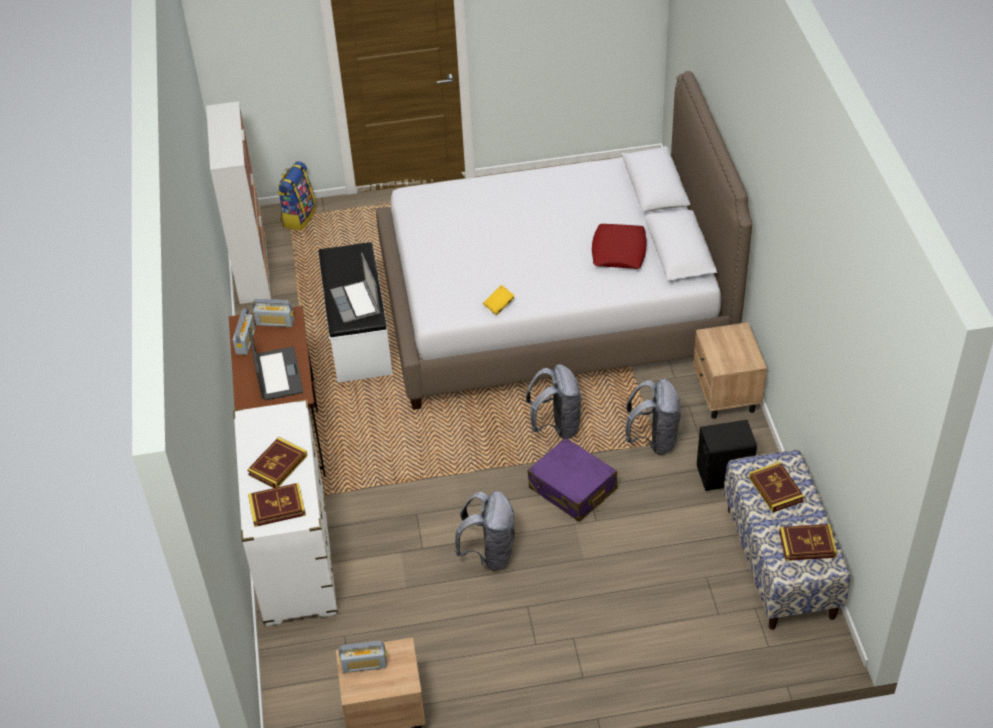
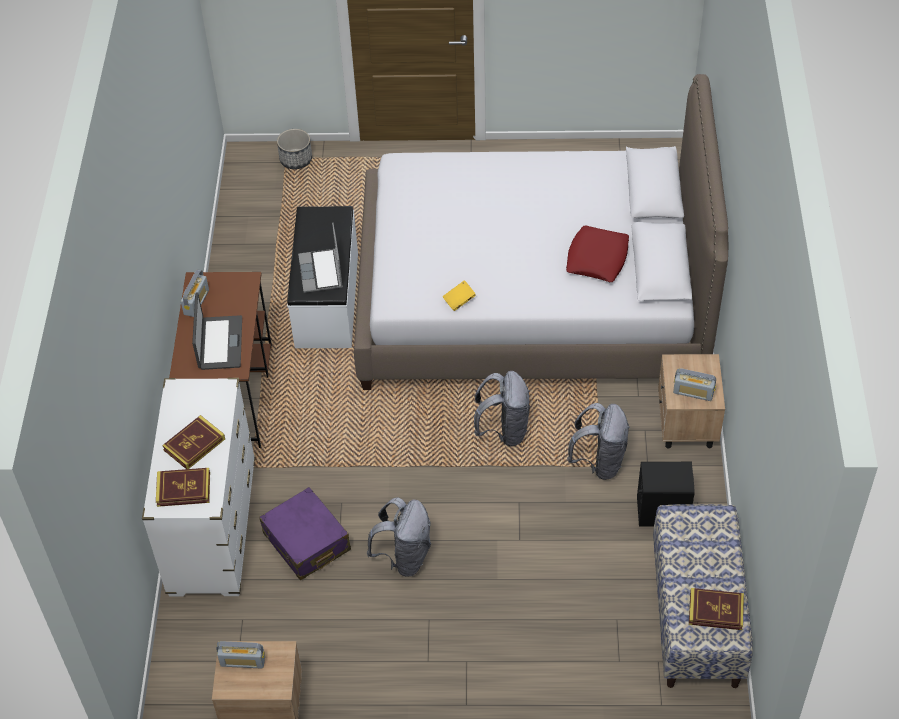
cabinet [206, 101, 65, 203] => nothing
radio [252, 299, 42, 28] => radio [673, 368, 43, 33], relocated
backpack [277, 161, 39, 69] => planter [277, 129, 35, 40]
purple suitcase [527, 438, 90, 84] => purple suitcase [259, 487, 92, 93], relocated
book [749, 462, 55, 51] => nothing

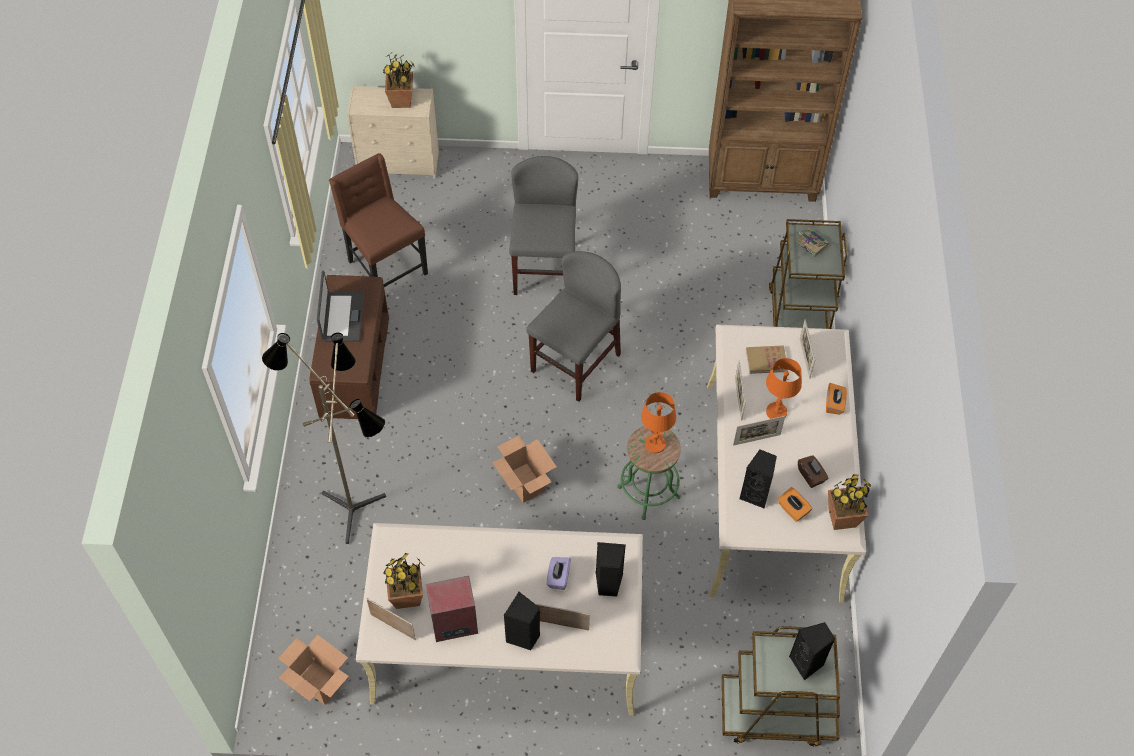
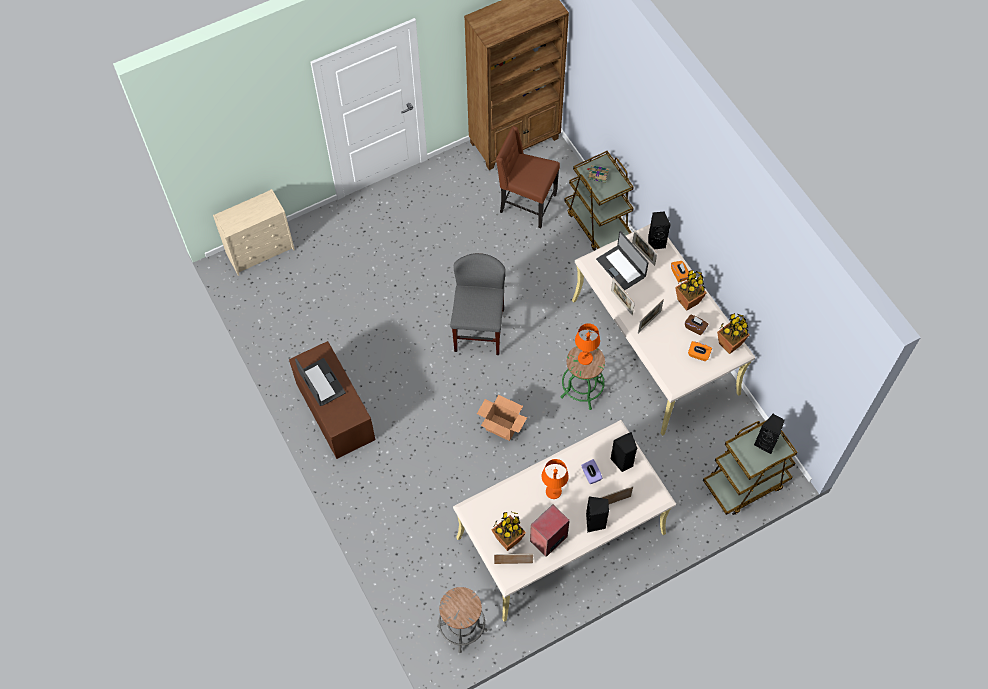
floor lamp [262, 333, 124, 211] => nothing
cardboard box [278, 635, 71, 70] => grey stool [437, 587, 51, 66]
brown chair [329, 153, 99, 134] => brown chair [496, 126, 64, 103], relocated
potted plant [383, 52, 33, 56] => potted plant [675, 270, 32, 41], relocated
grey chair [509, 156, 69, 139] => nothing
black speaker [739, 450, 38, 59] => black speaker [648, 211, 23, 38], relocated
book [746, 345, 42, 29] => laptop [596, 231, 53, 59]
orange table lamp [766, 358, 36, 61] => orange table lamp [542, 459, 27, 40], relocated

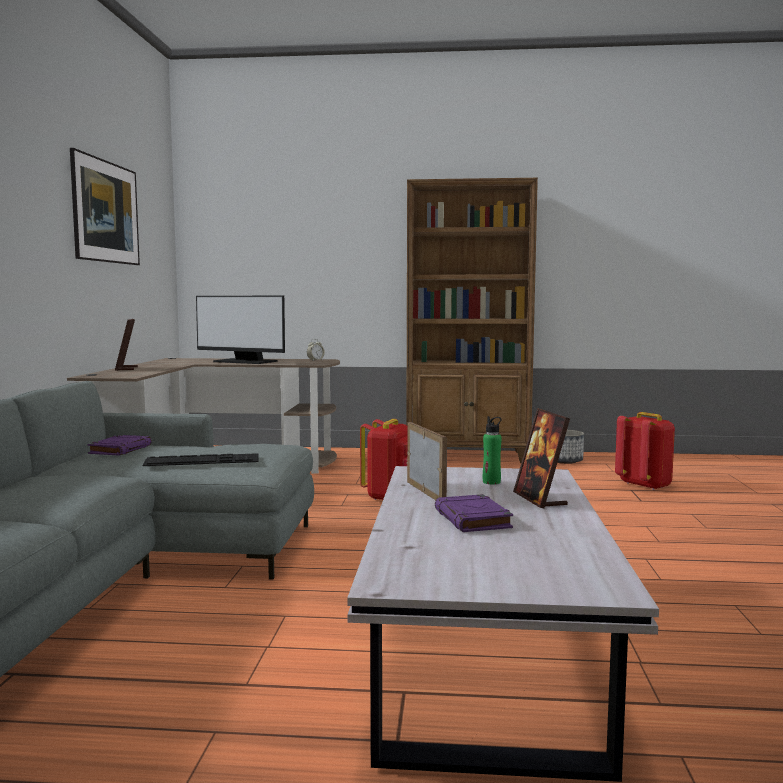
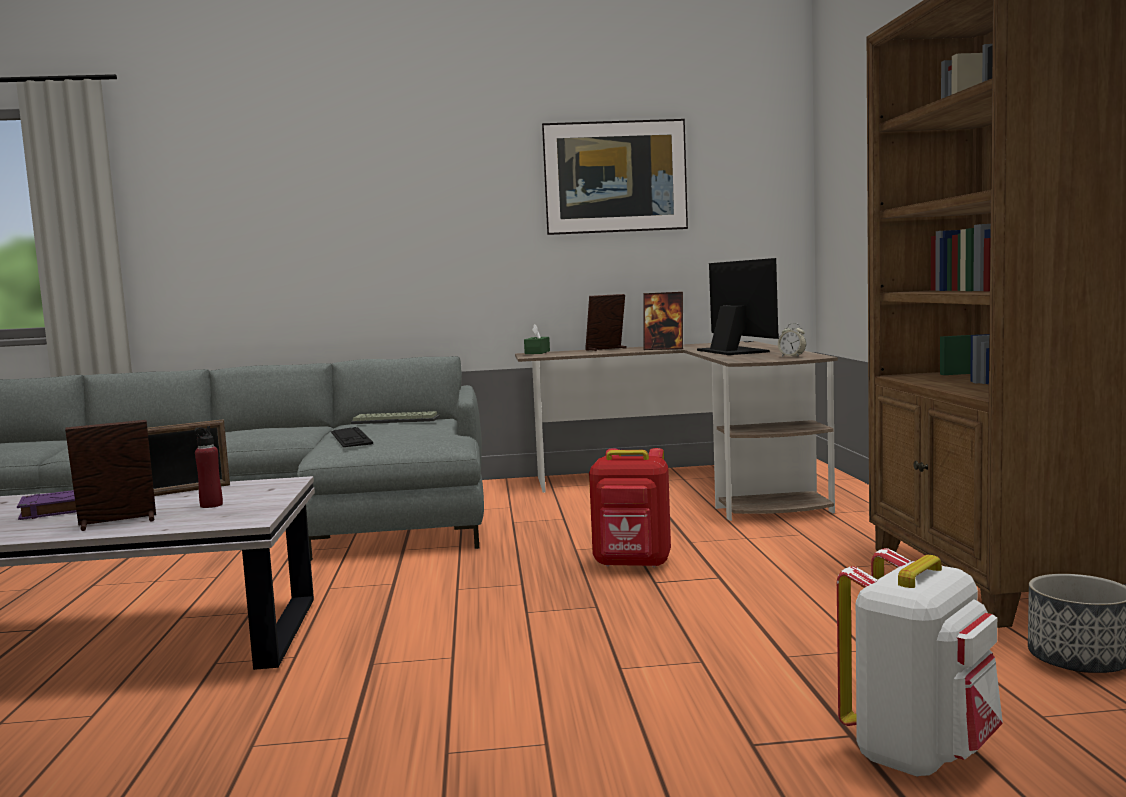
purple book [87, 435, 65, 21] => keyboard [351, 411, 89, 13]
monitor [196, 296, 89, 68] => monitor [697, 258, 82, 97], 150 degrees clockwise
green bottle [483, 416, 19, 68] => red bottle [195, 426, 28, 82]
red backpack [615, 412, 60, 78] => white backpack [837, 548, 166, 229]
nothing => green tissue box [524, 324, 26, 30]
nothing => picture frame [643, 292, 40, 58]

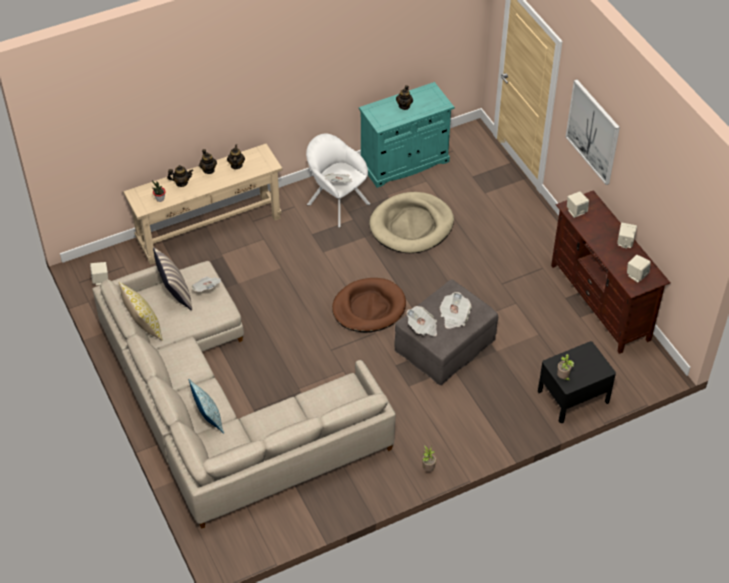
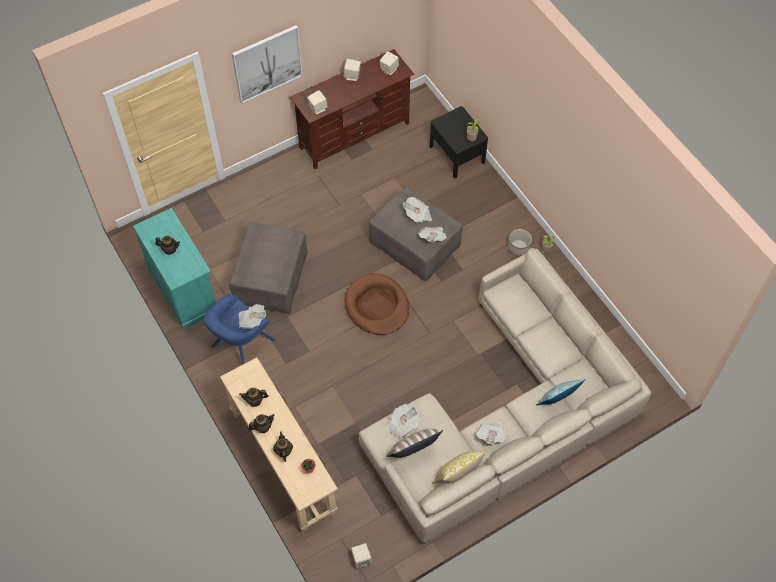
white armchair [306, 133, 64, 95] => blue armchair [203, 294, 73, 71]
beige dog bed [369, 192, 85, 61] => grey ottoman [229, 222, 78, 92]
nothing => newspaper [476, 422, 31, 22]
nothing => planter [508, 229, 24, 28]

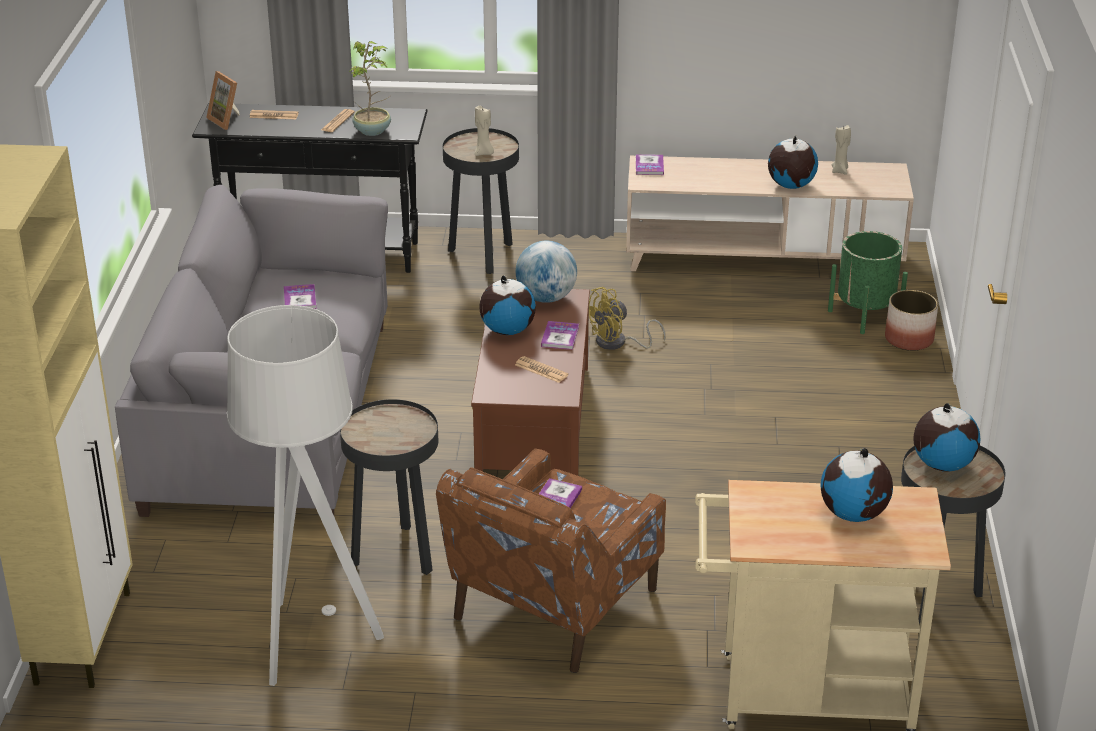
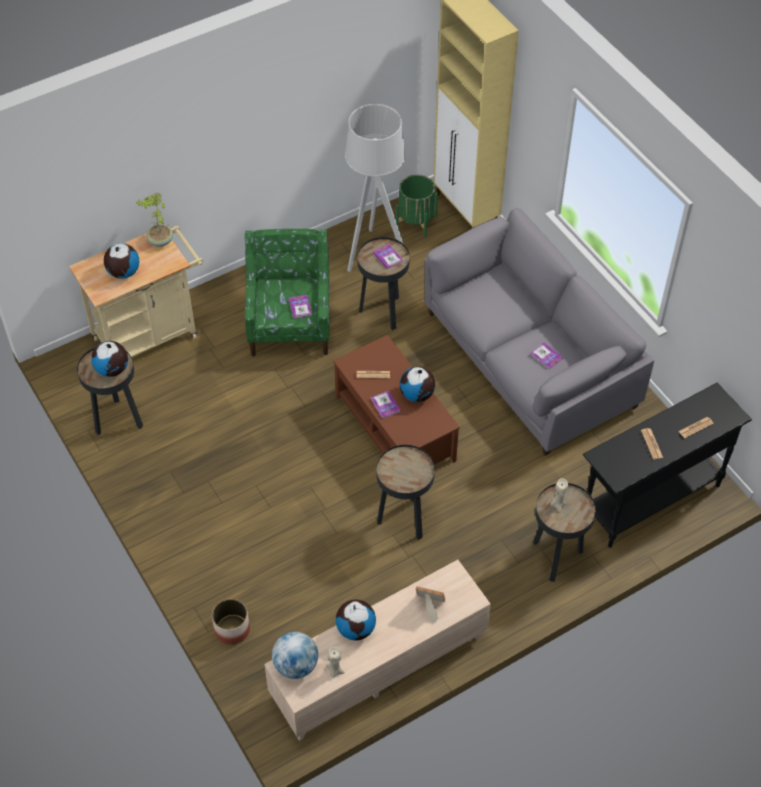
picture frame [206, 71, 34, 59] => picture frame [416, 586, 29, 37], relocated
potted plant [349, 41, 42, 95] => potted plant [136, 192, 37, 55], relocated
brown armchair [436, 448, 230, 225] => green armchair [245, 229, 84, 127]
globe [516, 241, 61, 62] => globe [272, 632, 46, 47], relocated
yellow fan [589, 287, 76, 63] => black side table [376, 445, 59, 95]
book [636, 154, 28, 21] => book [373, 244, 30, 25], relocated
green planter [828, 231, 80, 103] => green planter [396, 175, 42, 62], relocated

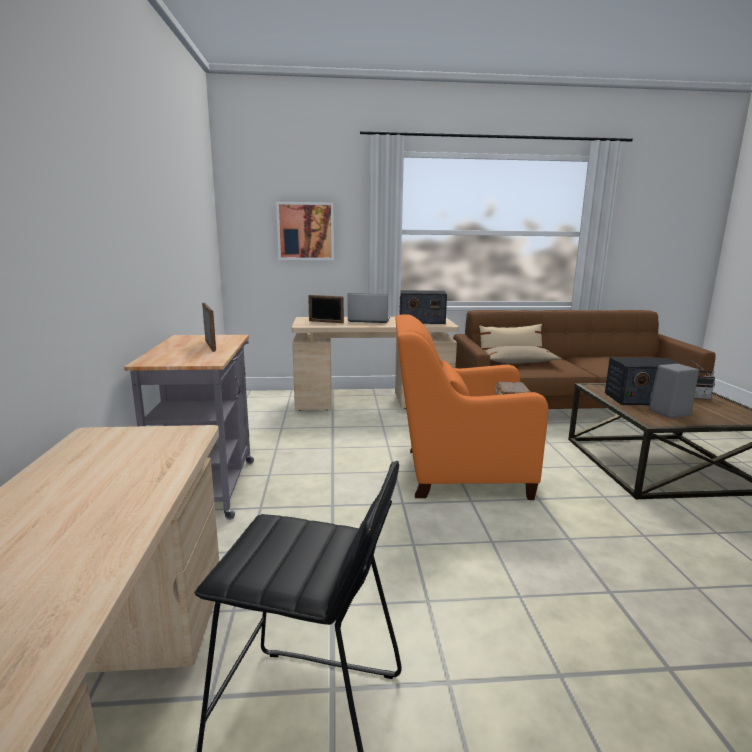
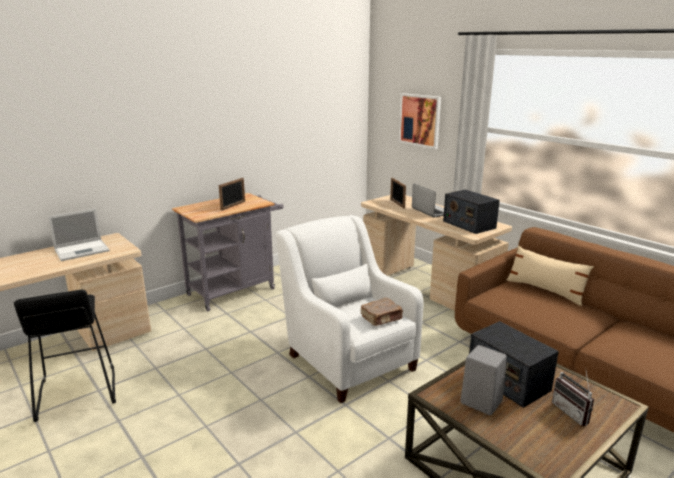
orange armchair [396, 314, 152, 186] => white armchair [276, 215, 148, 188]
beige pillow [484, 345, 77, 19] => nothing
nothing => laptop [48, 208, 62, 53]

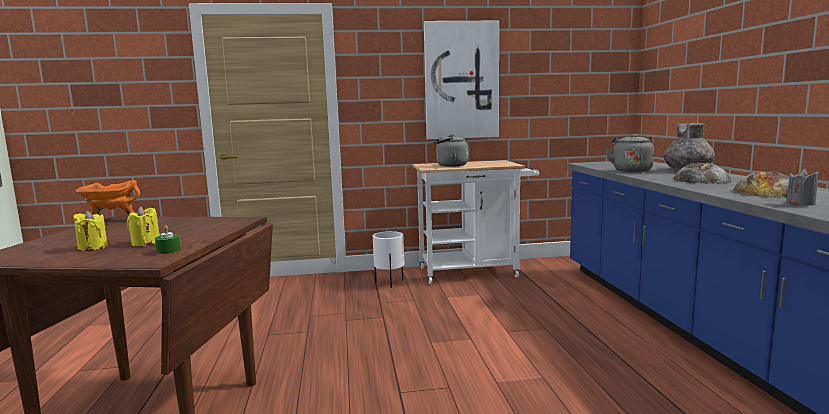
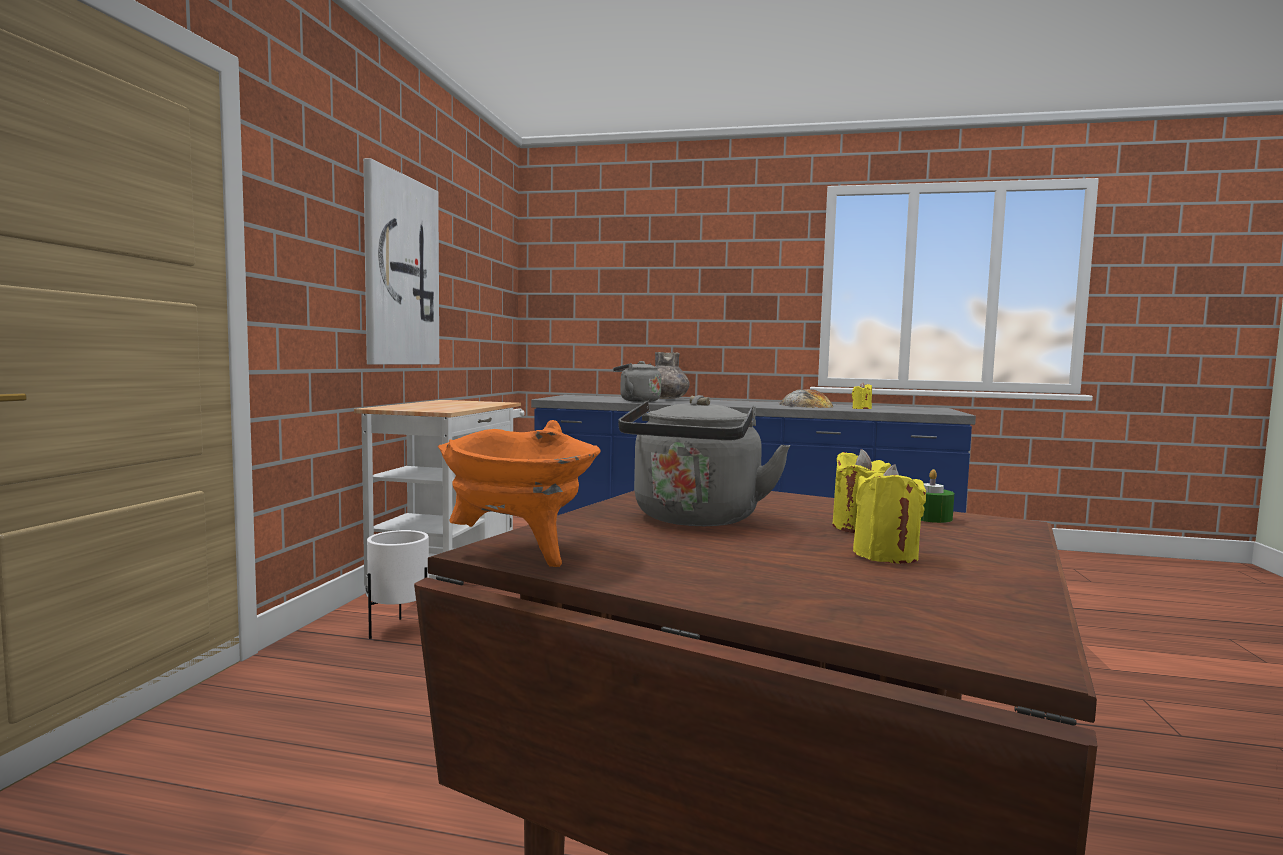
grey kettle [434, 134, 34, 33] => grey kettle [618, 395, 173, 131], relocated
bread [674, 163, 58, 21] => nothing
grey candle [786, 168, 33, 38] => yellow candle [852, 382, 20, 27]

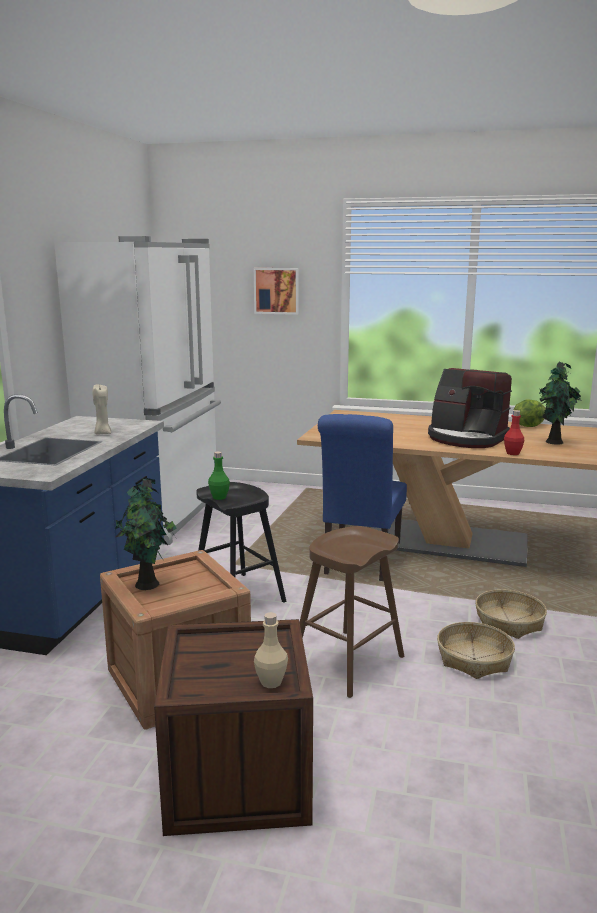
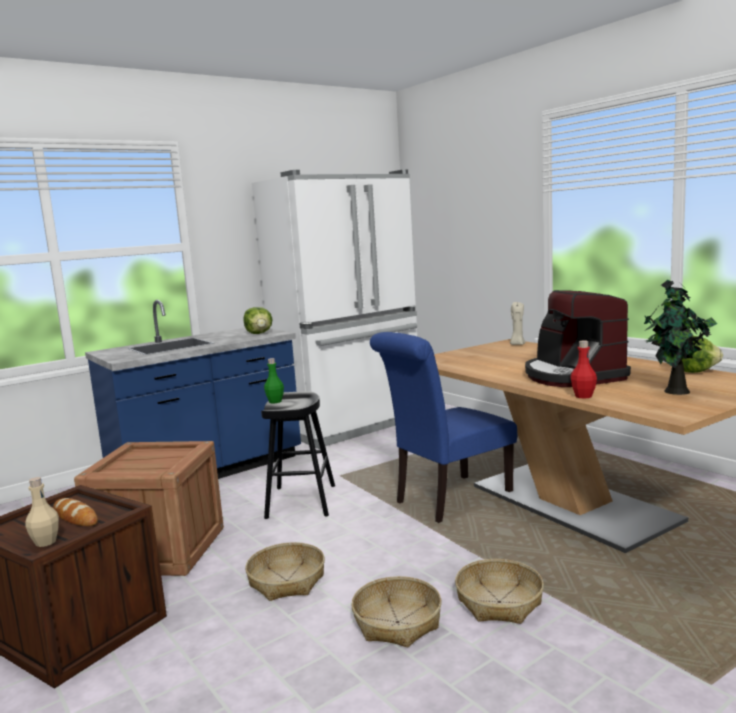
beige candle [92, 385, 19, 50] => beige candle [510, 302, 15, 43], relocated
potted plant [115, 478, 62, 112] => nothing
picture [254, 268, 45, 47] => nothing
brown stool [300, 526, 104, 172] => basket [245, 542, 80, 59]
nothing => bread [53, 498, 45, 28]
nothing => lettuce [244, 307, 28, 27]

